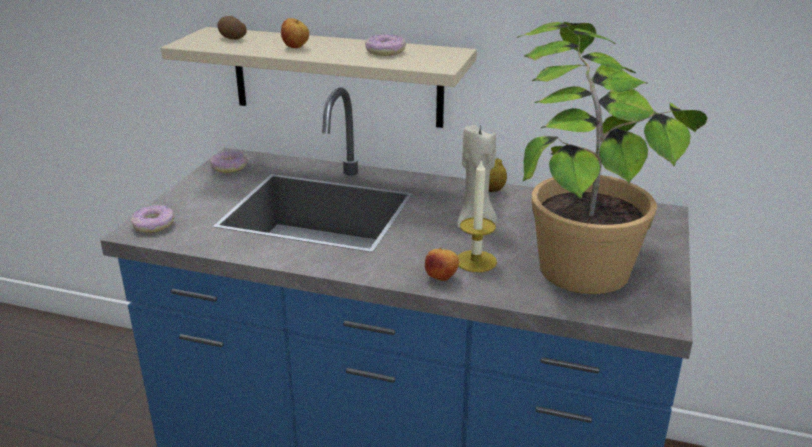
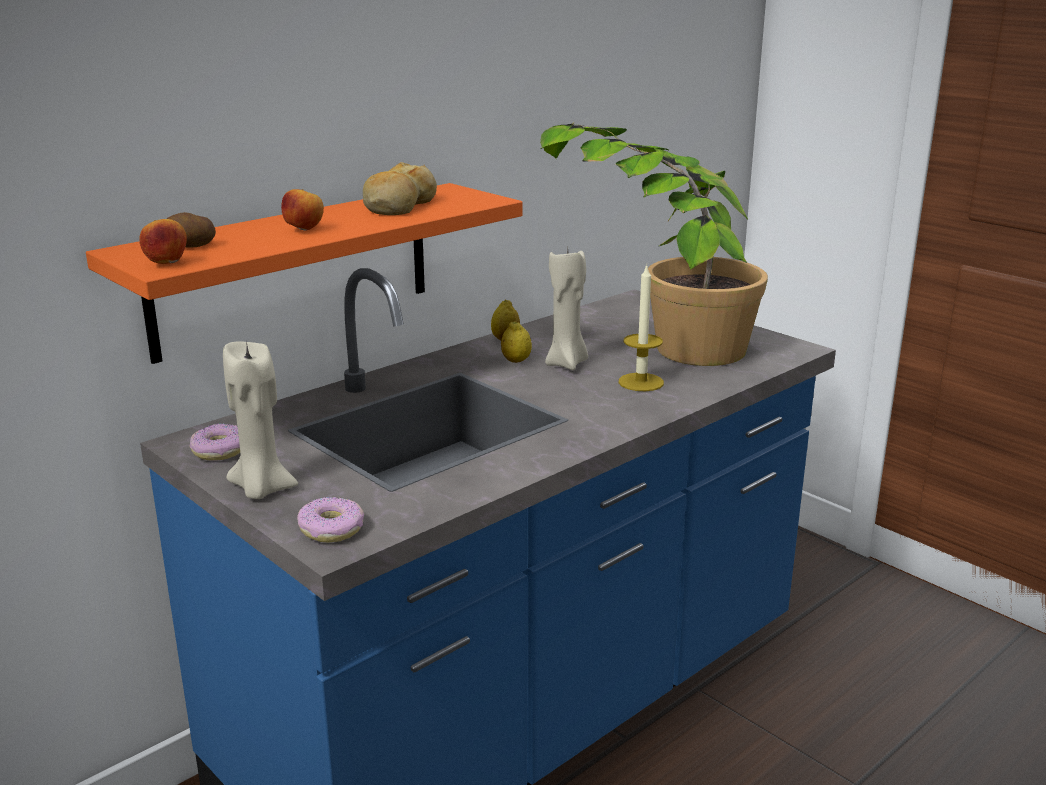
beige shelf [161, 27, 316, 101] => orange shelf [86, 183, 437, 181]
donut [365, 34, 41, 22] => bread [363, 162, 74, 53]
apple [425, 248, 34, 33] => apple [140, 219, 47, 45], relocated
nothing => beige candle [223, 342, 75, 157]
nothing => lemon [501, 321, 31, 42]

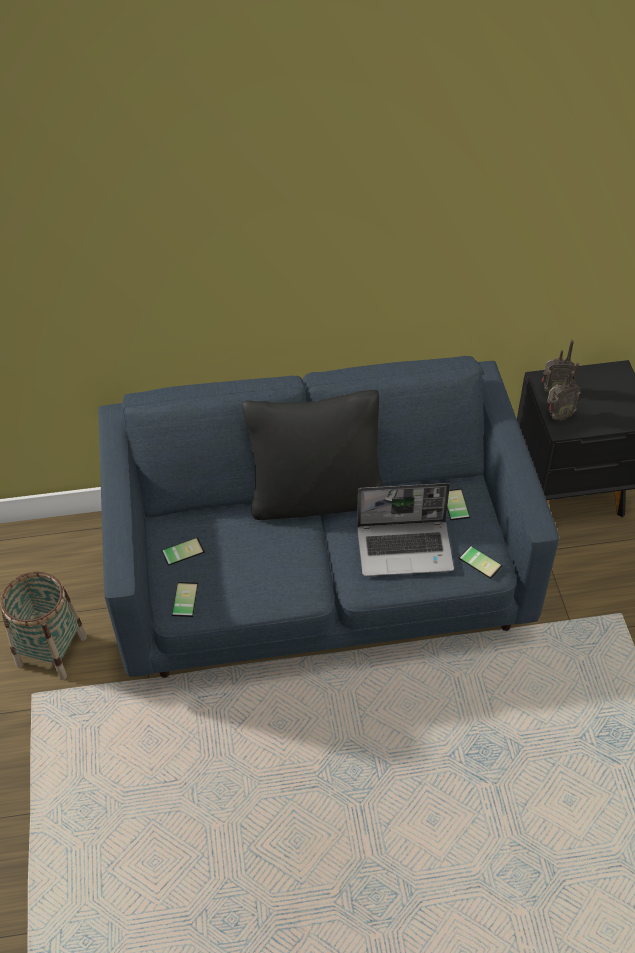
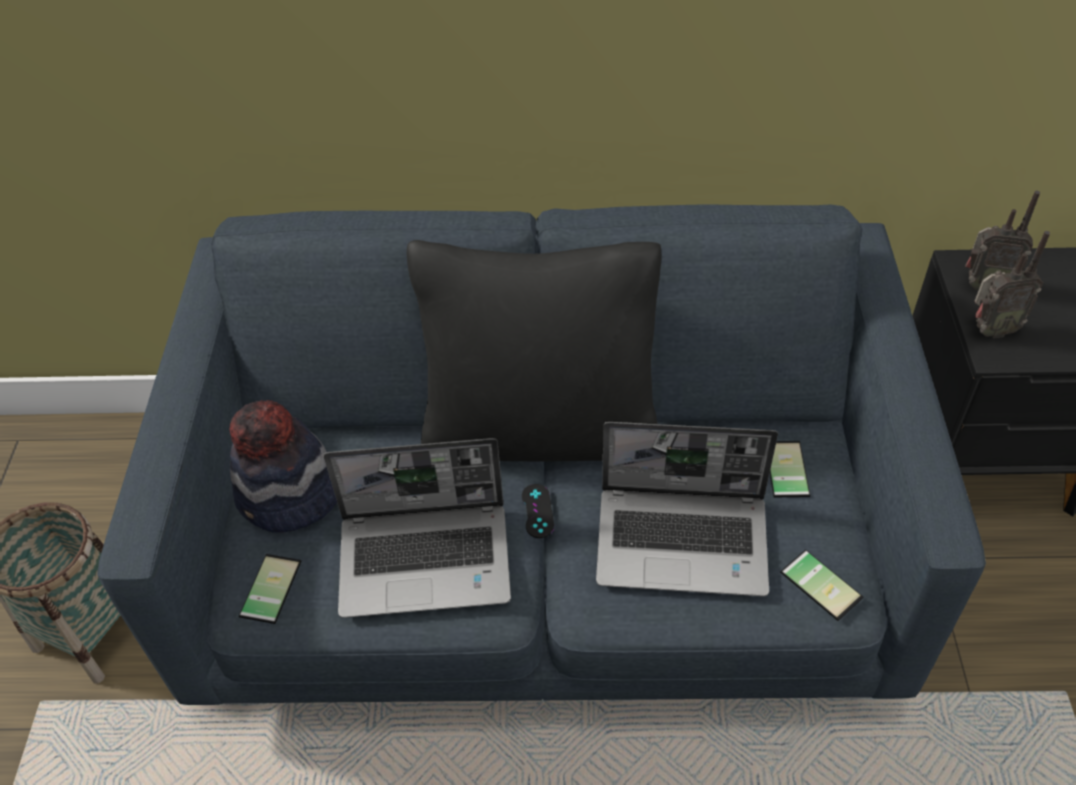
phone [161, 537, 44, 29] => hat [230, 400, 107, 133]
nothing => laptop [324, 438, 187, 180]
nothing => black game controller [522, 484, 32, 54]

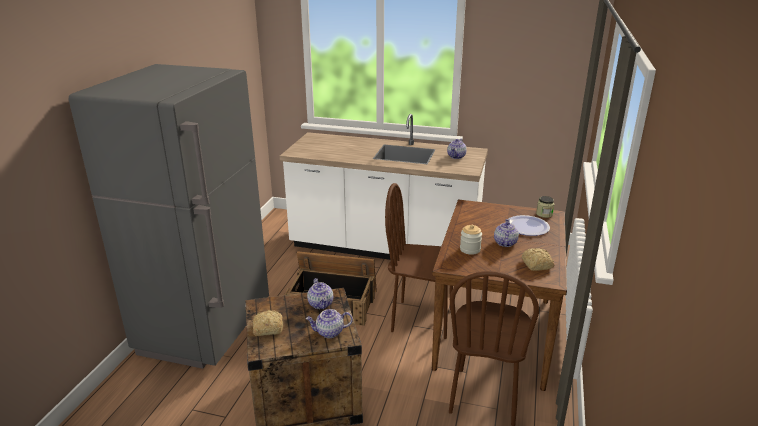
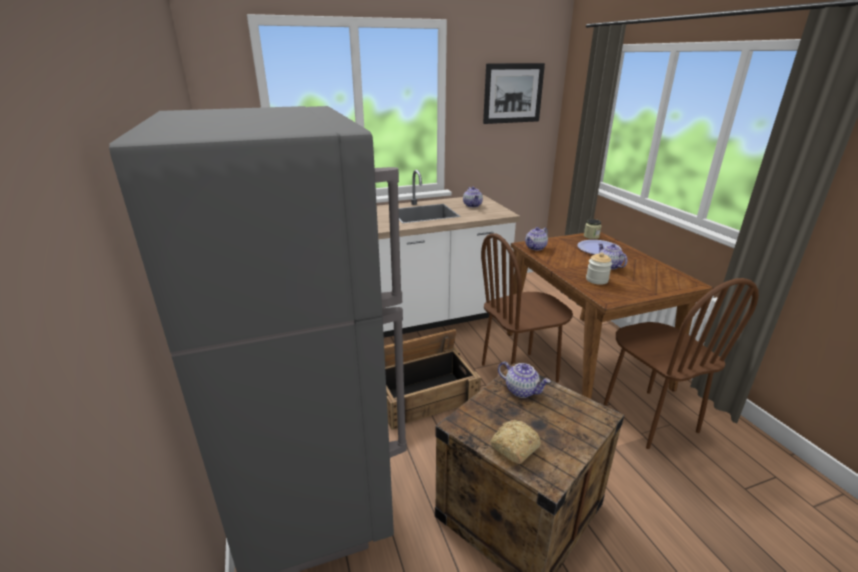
teapot [306, 309, 47, 29] => teapot [525, 227, 23, 23], relocated
bread [522, 248, 33, 23] => nothing
nothing => picture [483, 63, 62, 61]

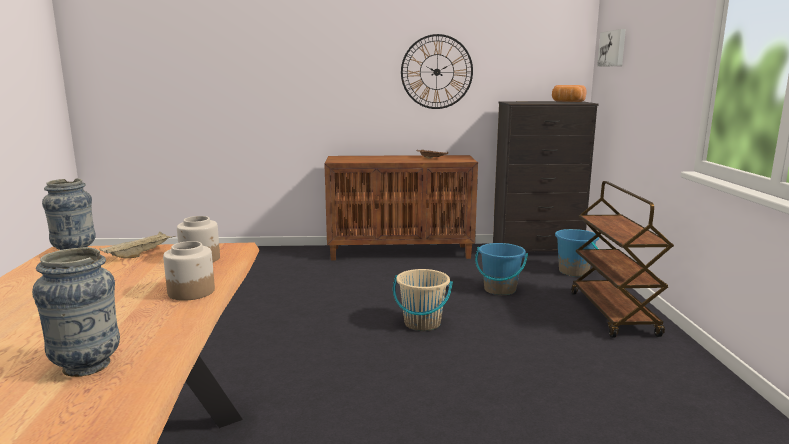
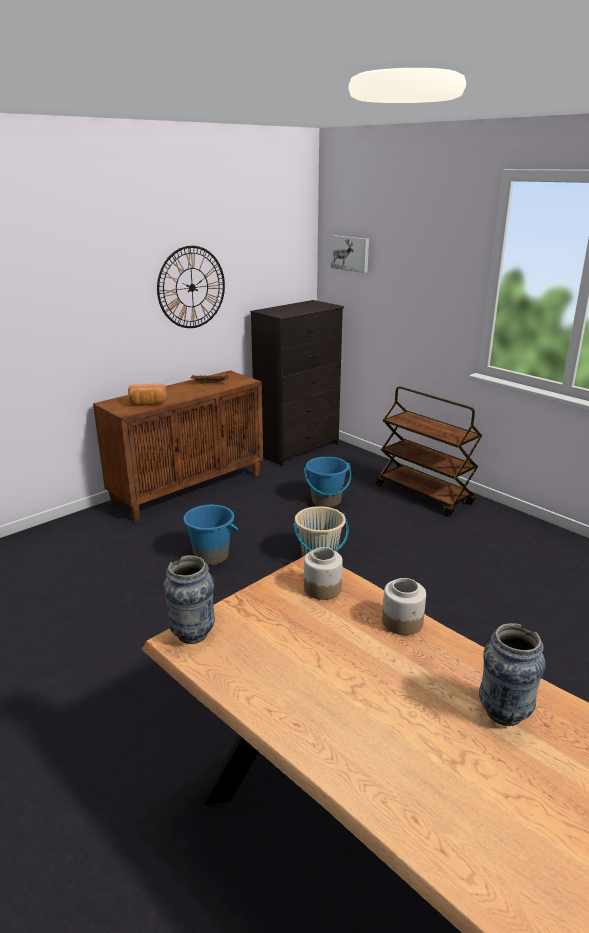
beige tray [99, 232, 77, 26] => nothing
bread [552, 85, 34, 17] => bread [128, 383, 38, 22], relocated
blue bucket [555, 229, 44, 48] => blue bucket [183, 505, 55, 60], relocated

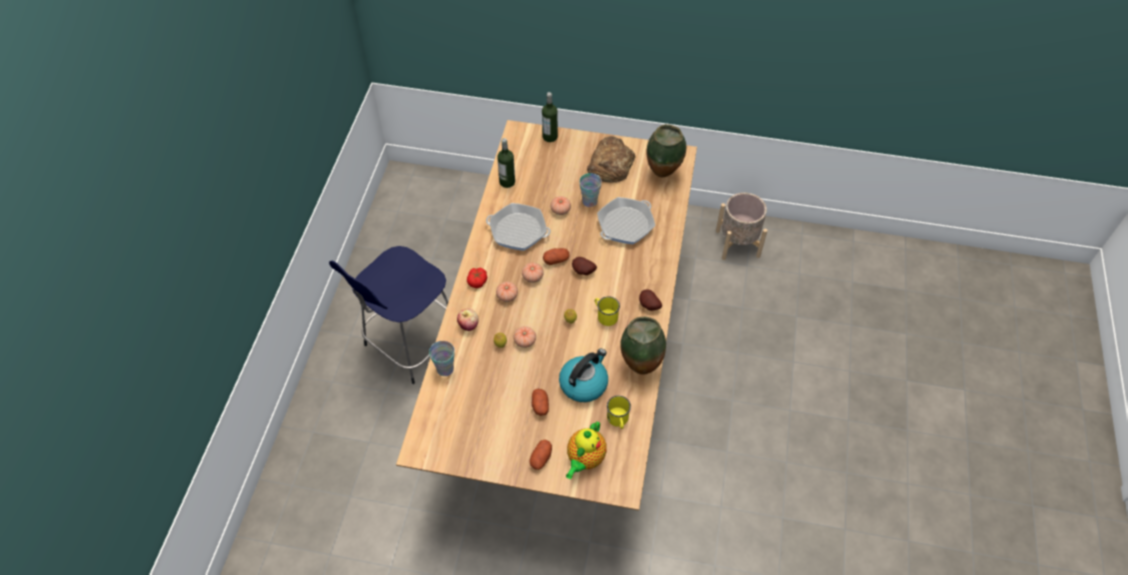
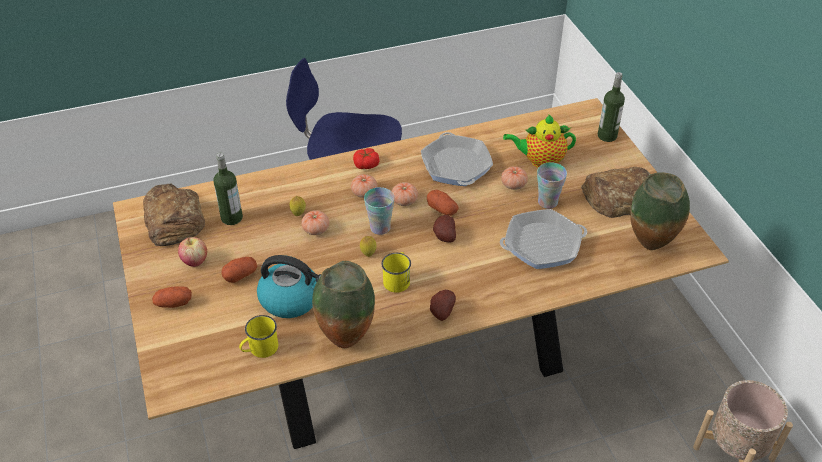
cup [429, 341, 26, 35] => cup [364, 187, 31, 48], relocated
apple [457, 309, 22, 22] => apple [178, 237, 29, 30], relocated
bottle [497, 138, 18, 50] => bottle [214, 153, 29, 72], relocated
teapot [566, 421, 41, 58] => teapot [503, 114, 73, 54], relocated
frying pan [597, 197, 58, 47] => frying pan [500, 209, 87, 60], 150 degrees clockwise
nothing => bread [143, 184, 62, 62]

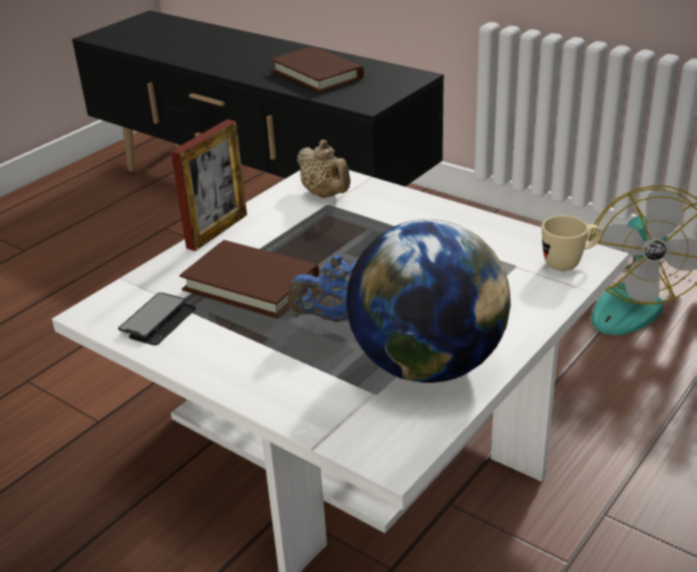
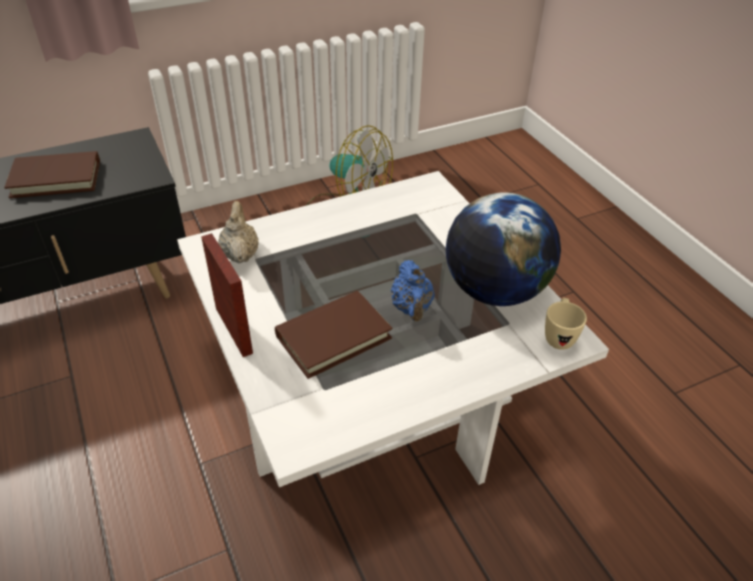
phone [118, 293, 78, 52] => nothing
beige teapot [296, 140, 55, 58] => beige teapot [218, 201, 41, 63], 90 degrees counterclockwise
beige mug [542, 216, 60, 55] => beige mug [545, 298, 42, 52], relocated

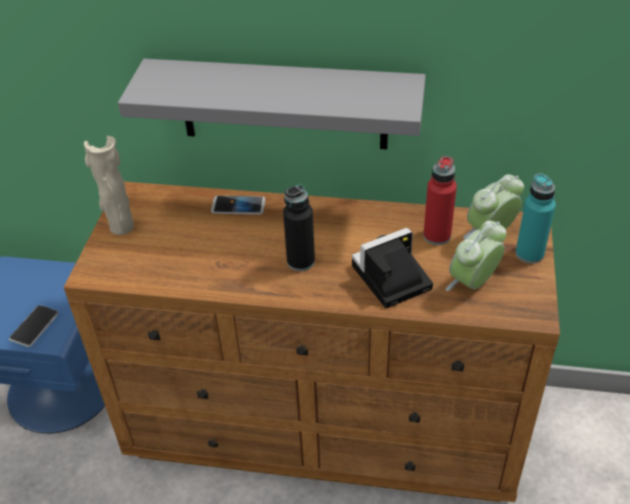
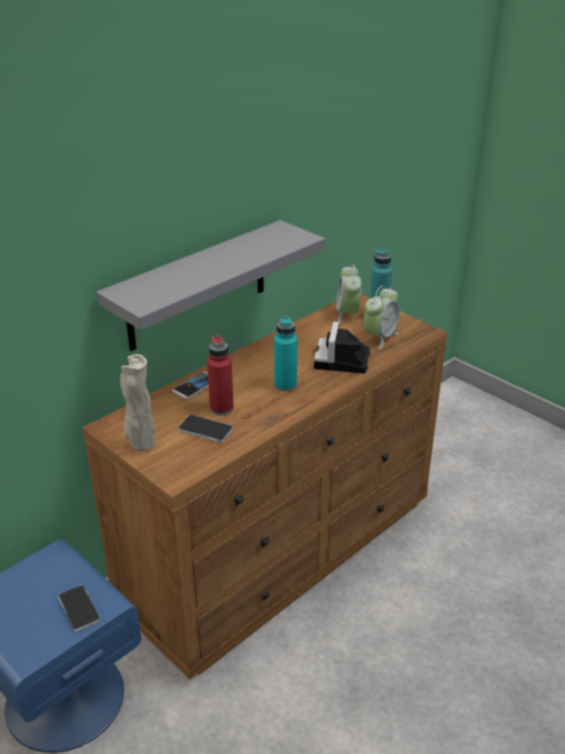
black bottle [283, 185, 32, 86] => turquoise bottle [274, 316, 23, 75]
red bottle [423, 156, 34, 89] => red bottle [207, 336, 27, 79], relocated
alarm clock [446, 221, 61, 70] => alarm clock [364, 285, 35, 64], 135 degrees counterclockwise
nothing => phone [178, 415, 55, 28]

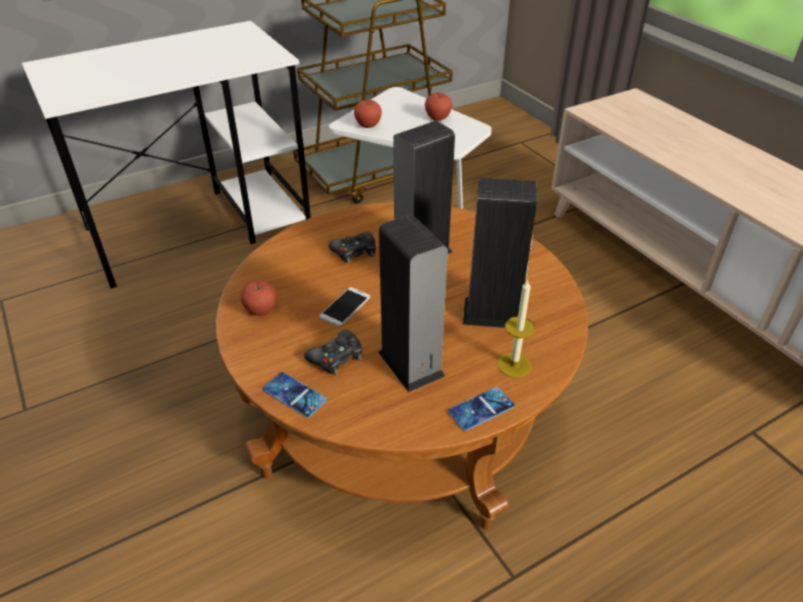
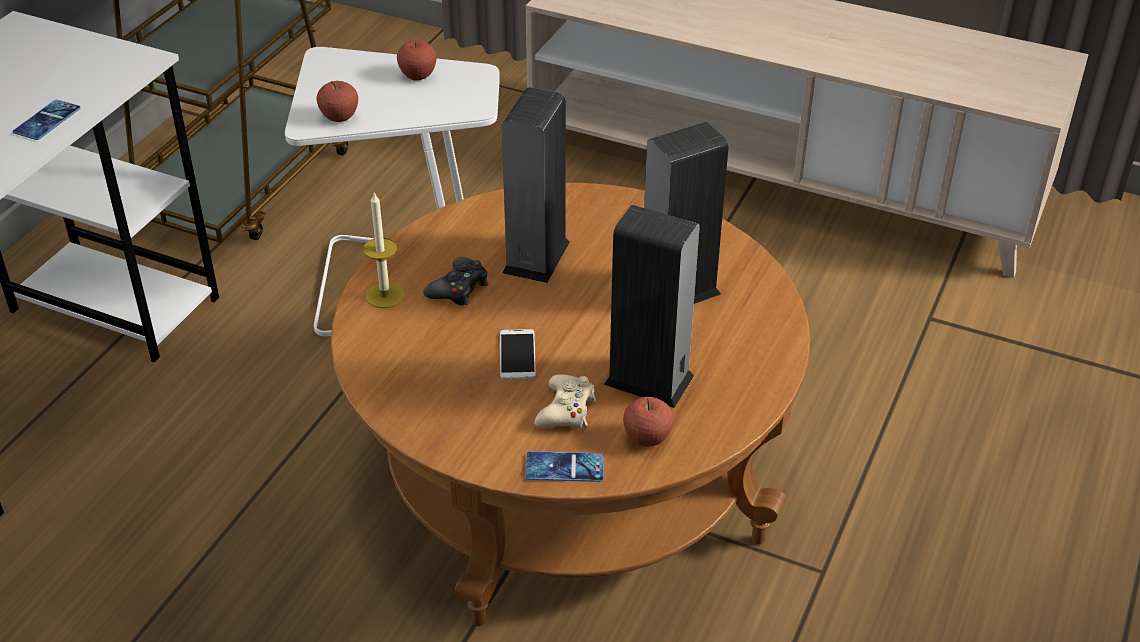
apple [241, 280, 36, 36] => apple [623, 397, 51, 50], relocated
black game controller [304, 329, 58, 46] => beige game controller [535, 374, 61, 55]
phone [448, 387, 67, 44] => phone [13, 100, 68, 40], relocated
candle [497, 279, 39, 99] => candle [363, 192, 42, 116], relocated

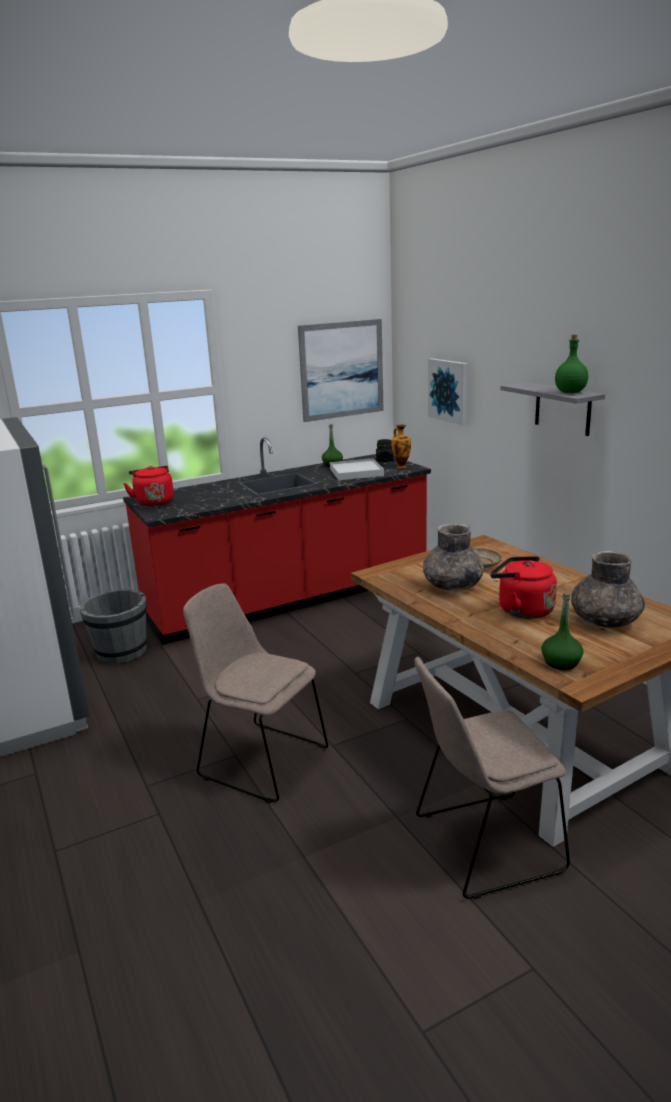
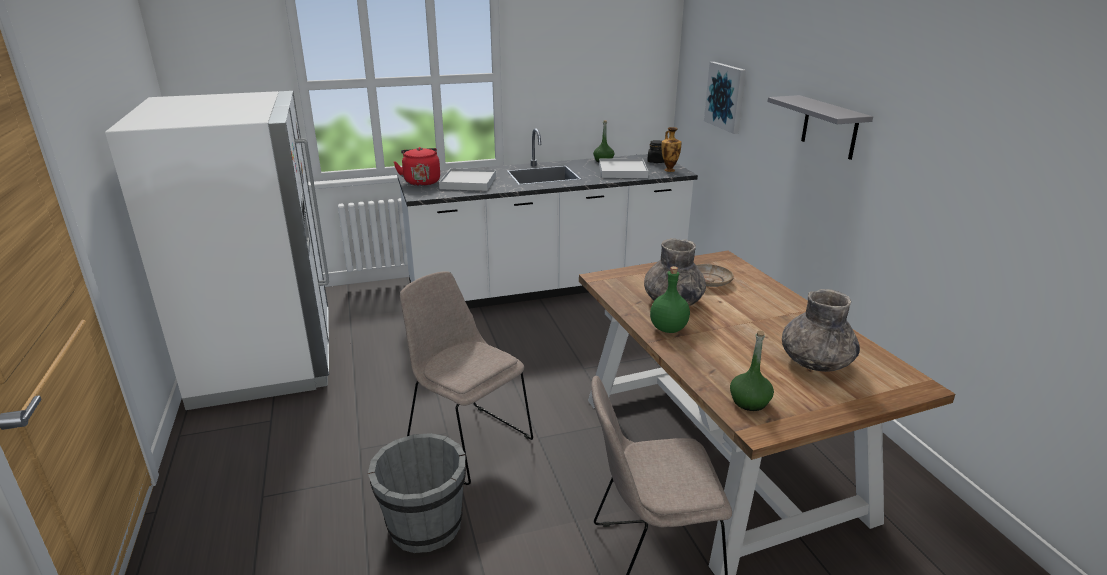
grey bucket [80, 589, 67, 75] => grey bucket [368, 433, 98, 120], relocated
red counter [123, 437, 308, 208] => white counter [397, 128, 301, 181]
picture [298, 319, 86, 103] => nothing
red kettle [490, 556, 67, 63] => nothing
green bottle [555, 335, 33, 58] => green bottle [650, 266, 40, 67], relocated
nothing => white tray [439, 168, 57, 23]

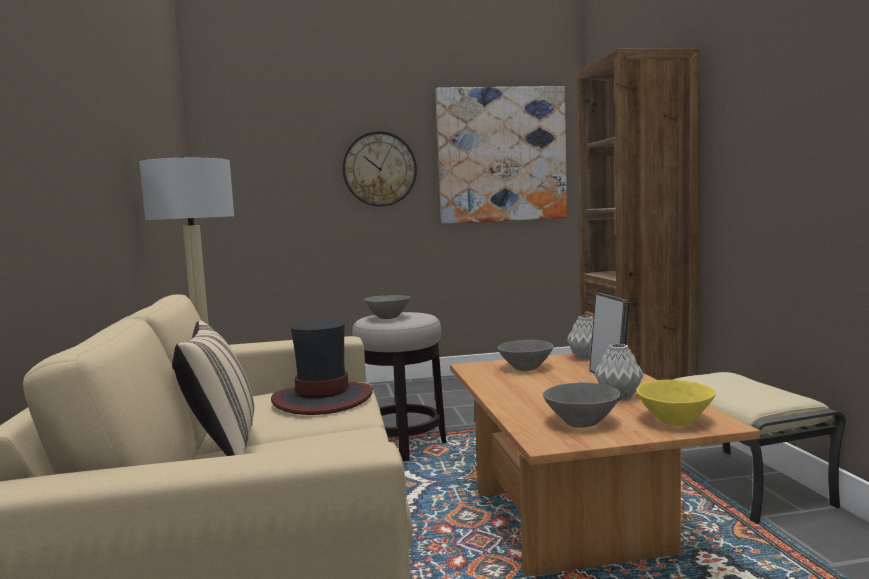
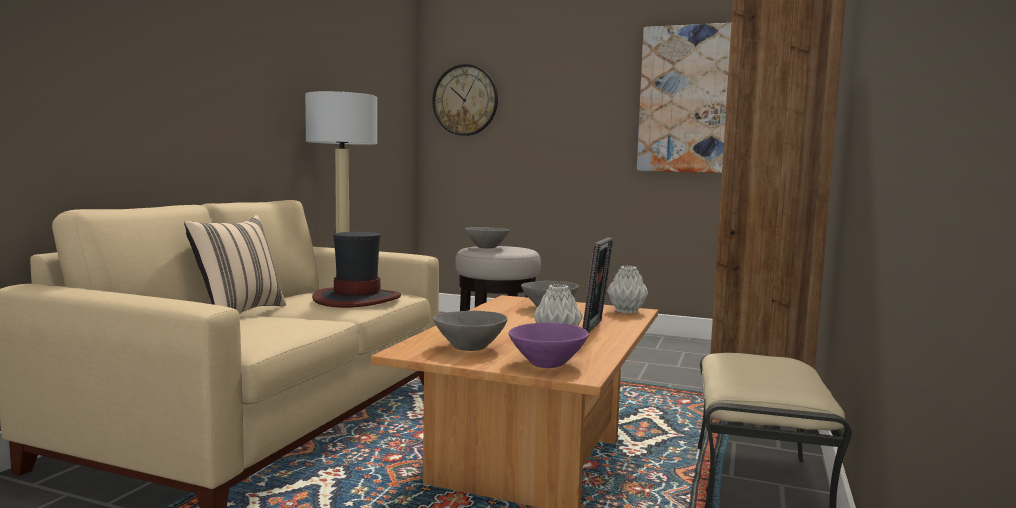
wall clock [342, 131, 75, 76] => wall clock [432, 64, 66, 72], relocated
yellow bowl [636, 380, 80, 46] => purple bowl [508, 322, 81, 46]

